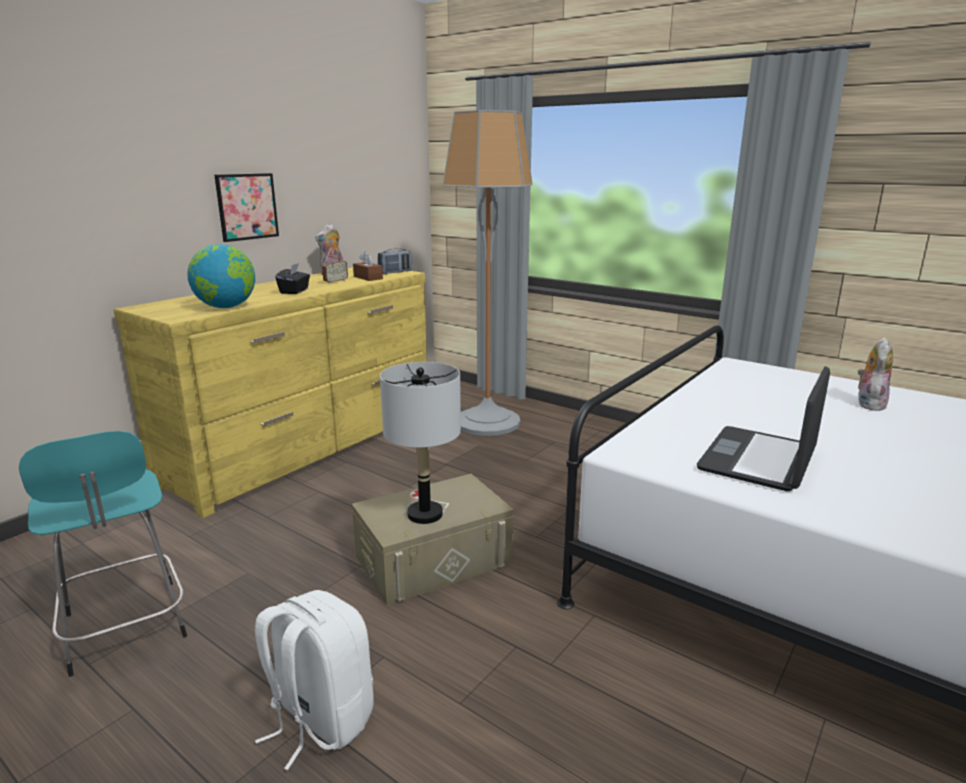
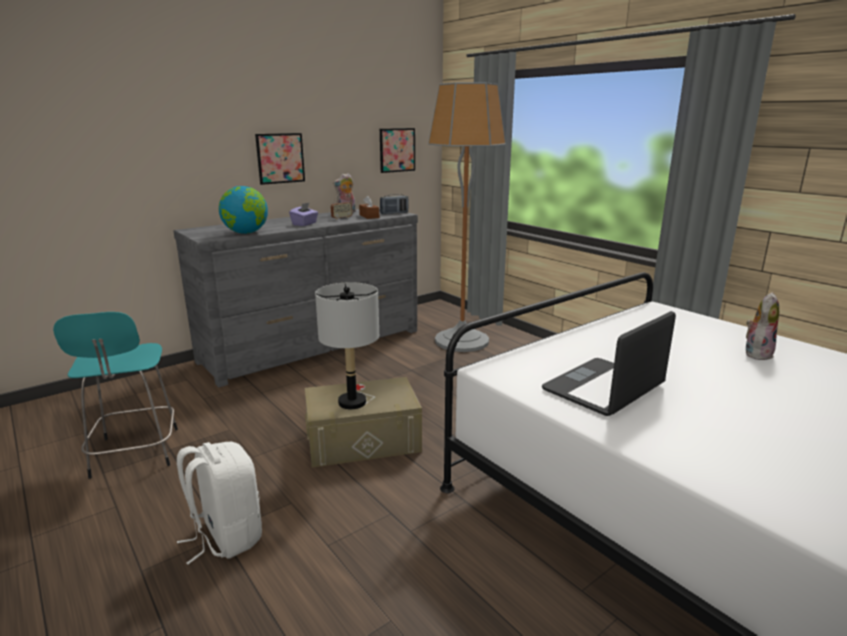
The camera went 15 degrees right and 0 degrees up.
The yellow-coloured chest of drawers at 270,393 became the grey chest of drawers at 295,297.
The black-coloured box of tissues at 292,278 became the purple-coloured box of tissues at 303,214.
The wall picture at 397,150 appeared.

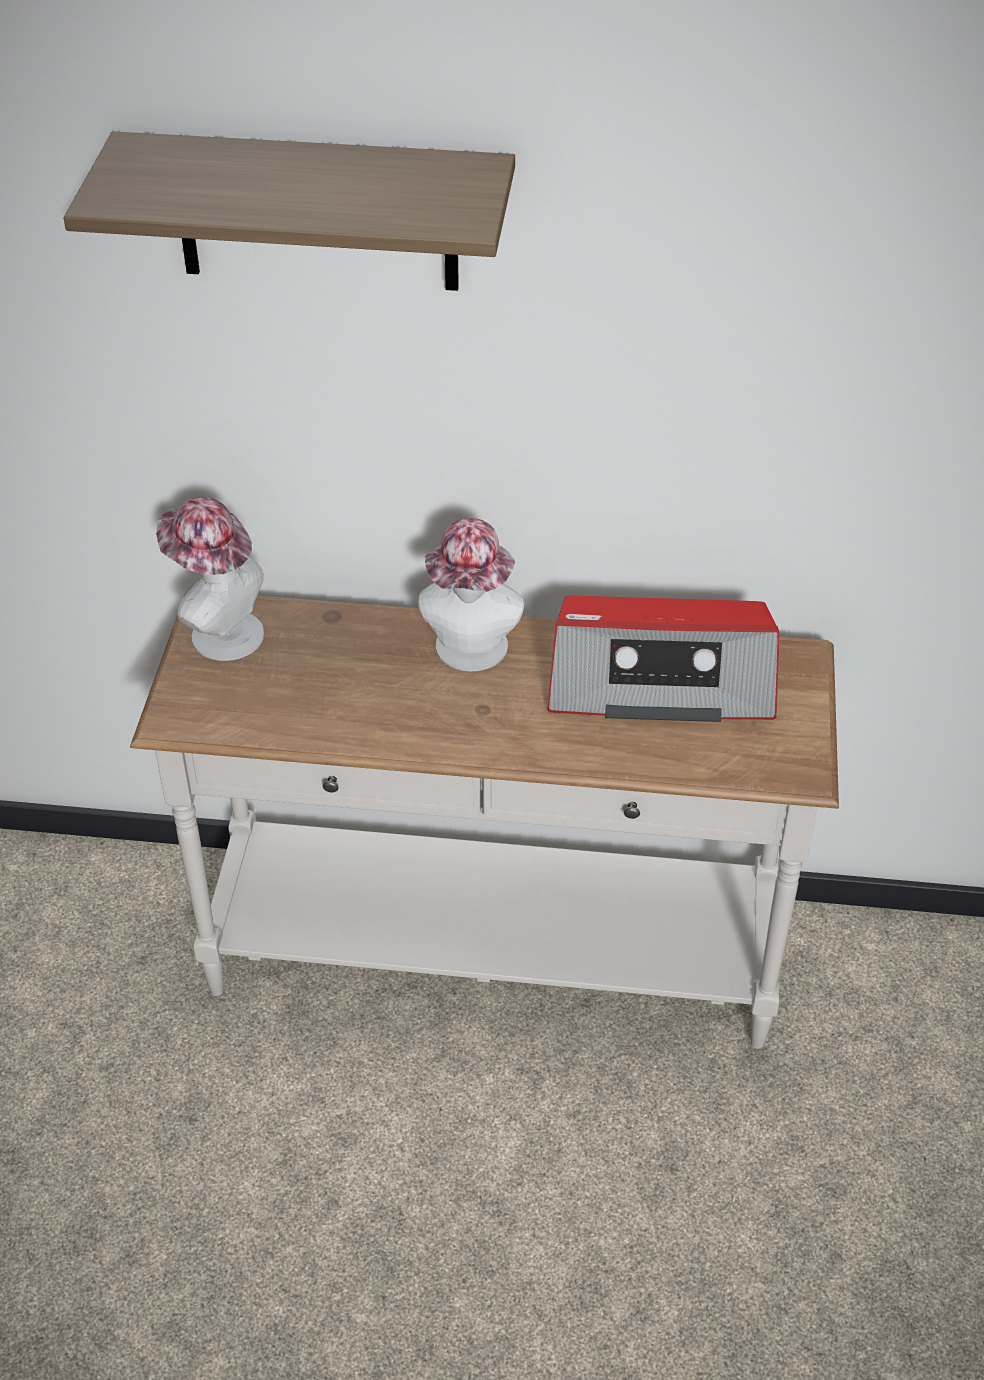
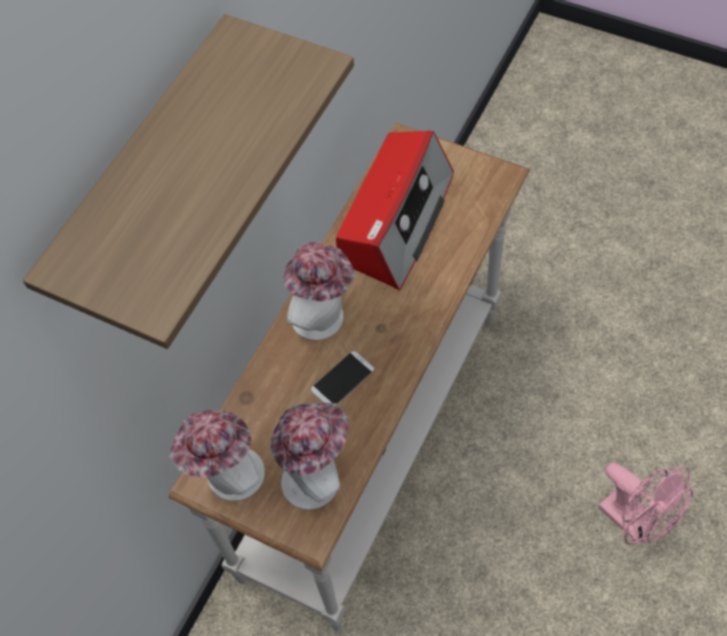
The camera went 65 degrees left and 15 degrees up.
The clothing hat at 309,456 appeared.
The phone at 342,377 appeared.
The pinkish cooling fan at 646,503 appeared.

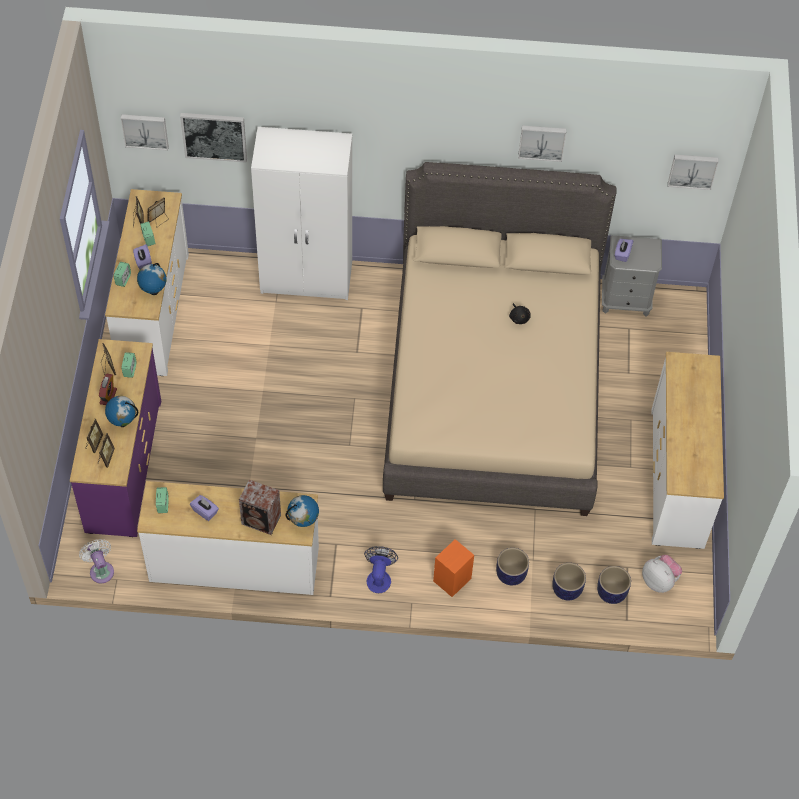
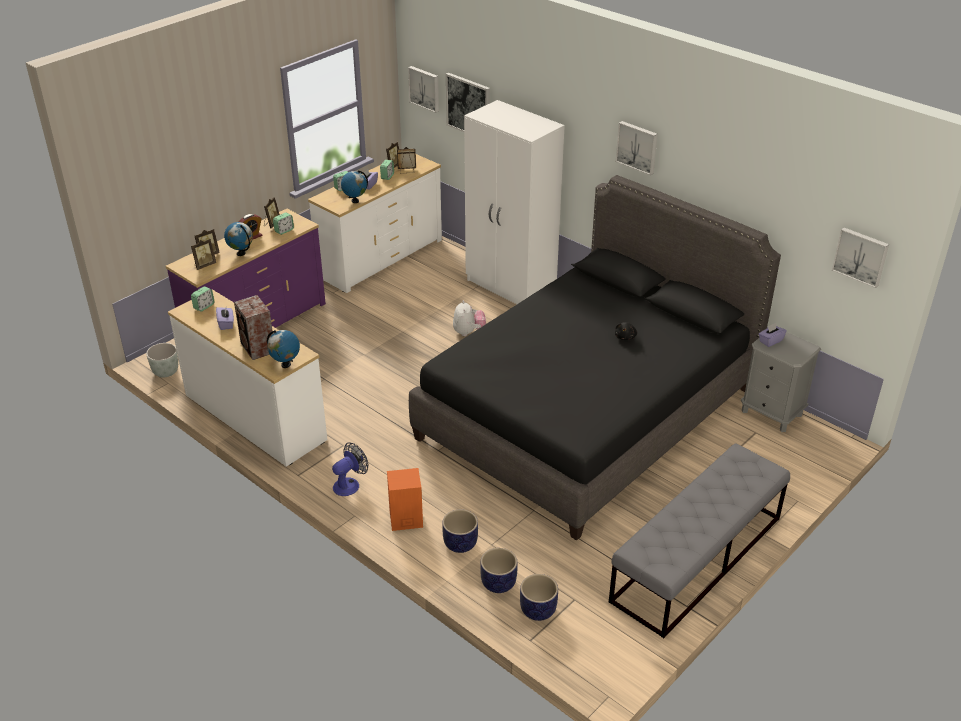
The camera went 40 degrees right and 20 degrees down.
The whitish cooling fan at 96,561 was replaced by the grey plant pot at 162,360.
The beige bedroom bed at 499,339 became the black-coloured bedroom bed at 595,358.
The wall picture moved from 542,143 to 637,148.
The soft toy moved from 662,574 to 469,318.
The whitish chest of drawers at 688,450 was replaced by the grey indoor bench at 699,540.

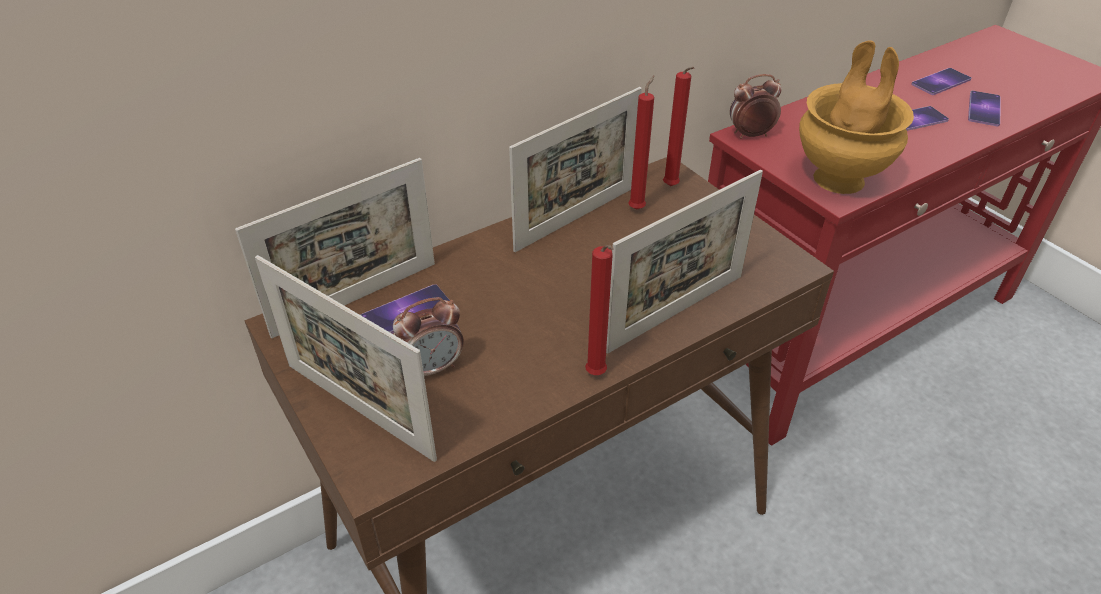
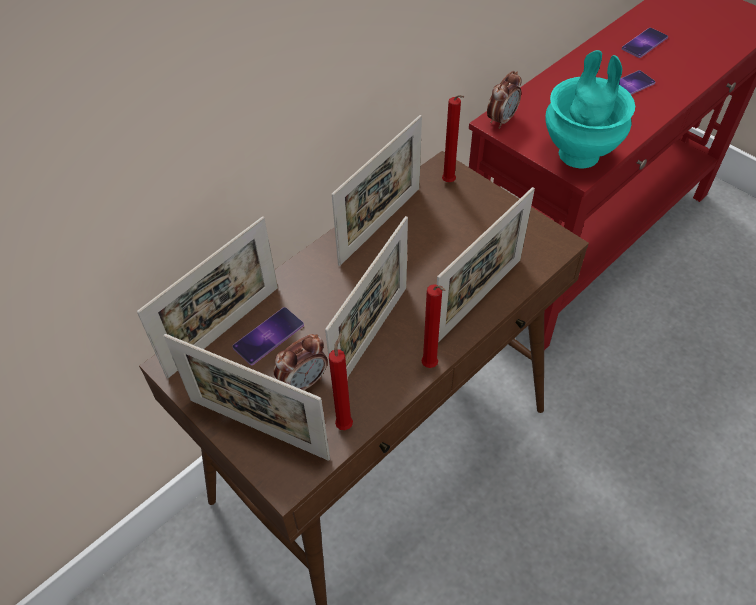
The camera went 10 degrees left and 10 degrees up.
The reddish wax light moved from 641,142 to 341,381.
The bedside clock at 756,106 turned 150 degrees clockwise.
The brown vase at 856,117 became the turquoise-coloured vase at 590,109.
The phone at 984,109 disappeared.
The standing frame at 366,302 appeared.

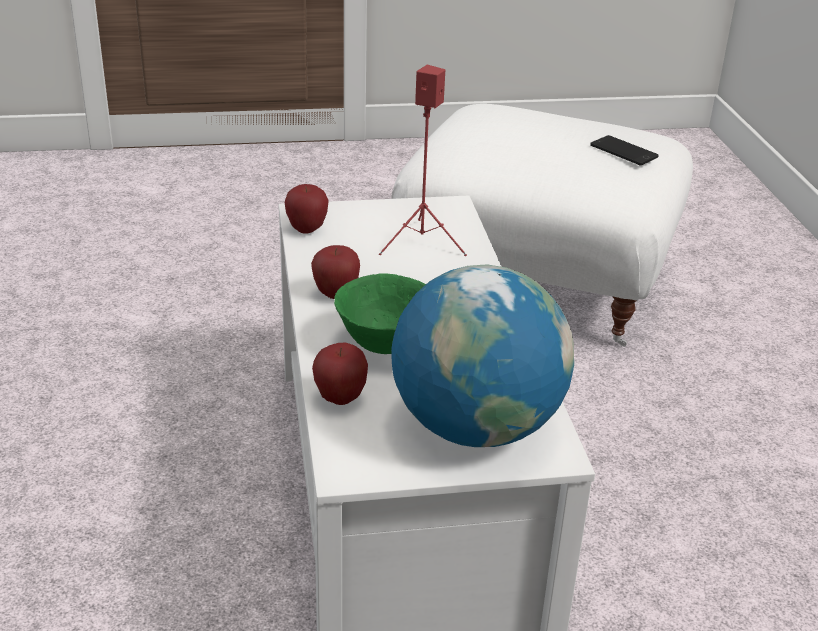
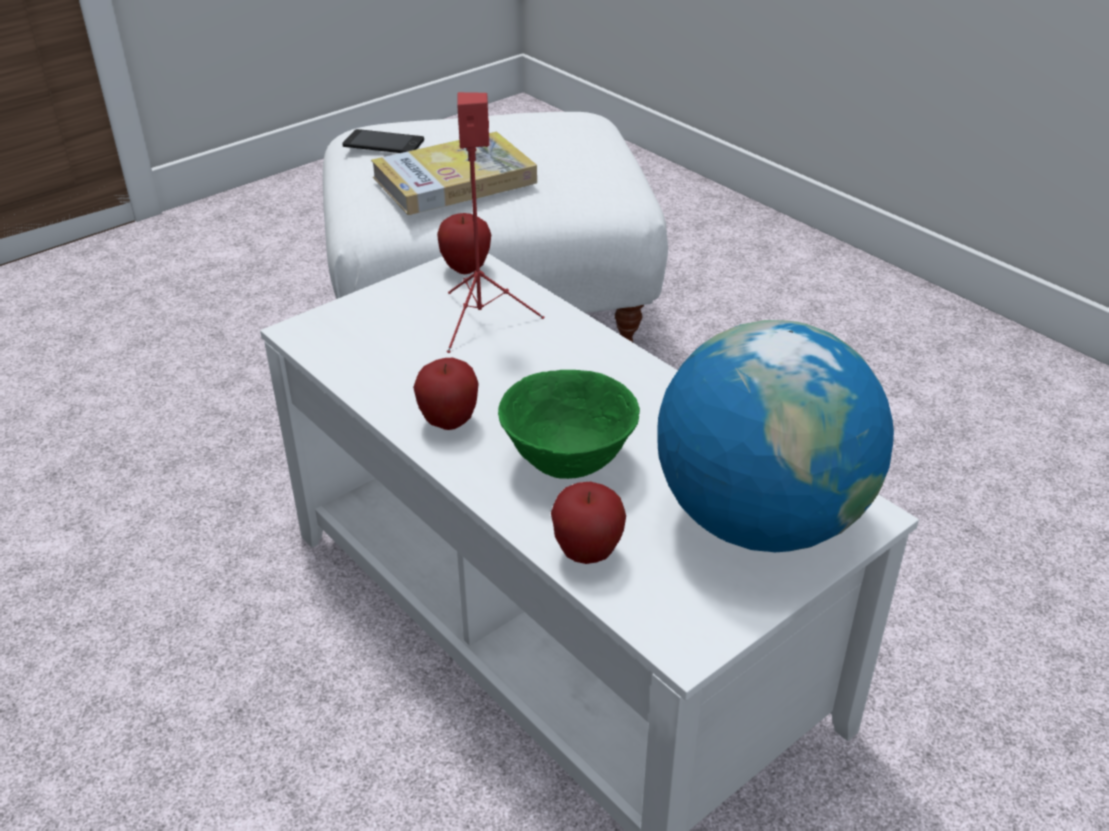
The camera went 30 degrees left and 5 degrees up.
The whole apple moved from 307,209 to 464,243.
The phone moved from 624,150 to 383,141.
The volume at 454,173 appeared.

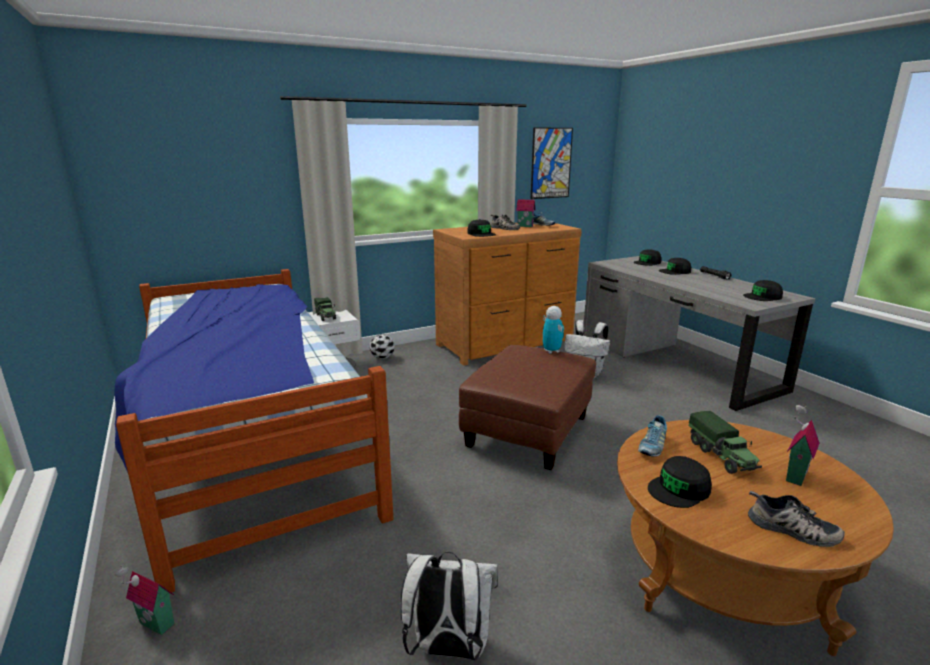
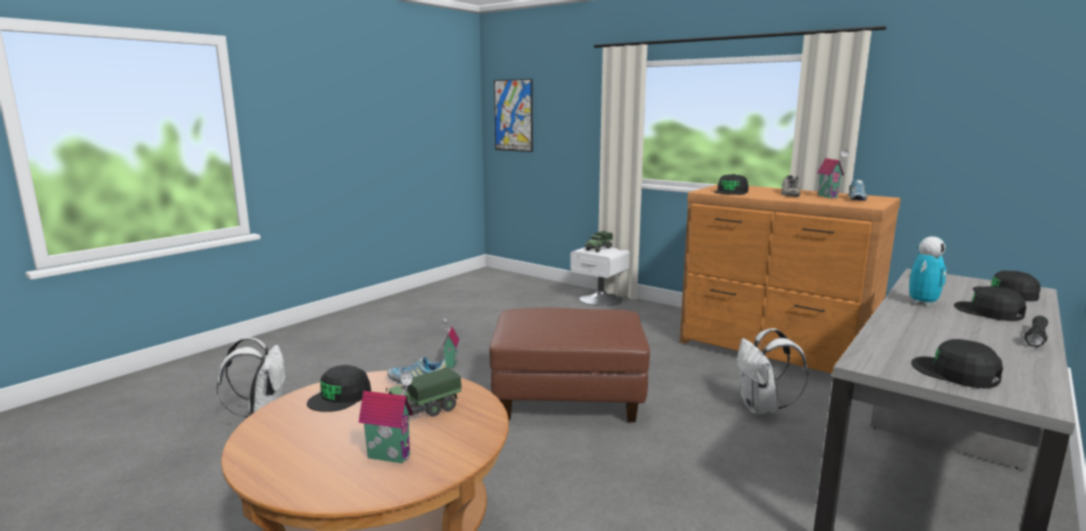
The camera went 65 degrees right and 5 degrees down.
The bedroom bed at 253,431 disappeared.
The model house moved from 144,600 to 450,343.
The football at 382,346 disappeared.
The wall picture moved from 552,163 to 513,115.
The toy robot moved from 553,330 to 927,271.
The black-coloured baseball cap at 680,482 turned 90 degrees counterclockwise.
The item of footwear at 796,519 disappeared.

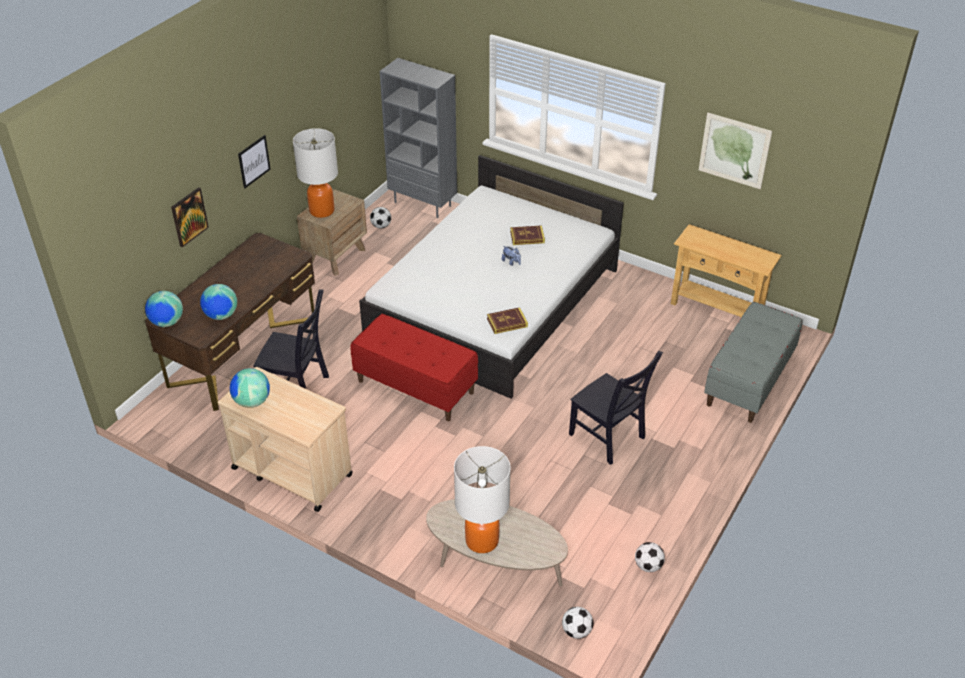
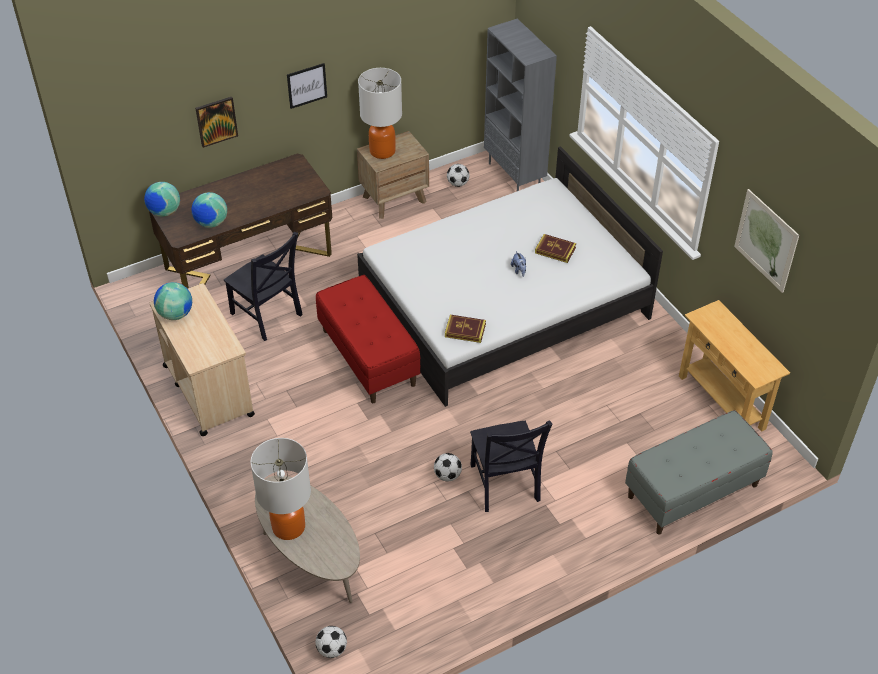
The camera went 30 degrees right and 5 degrees up.
The football moved from 650,557 to 448,467.

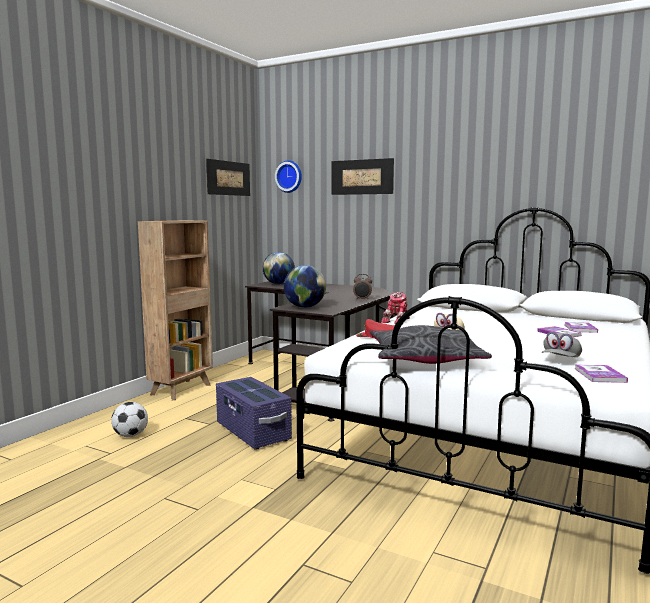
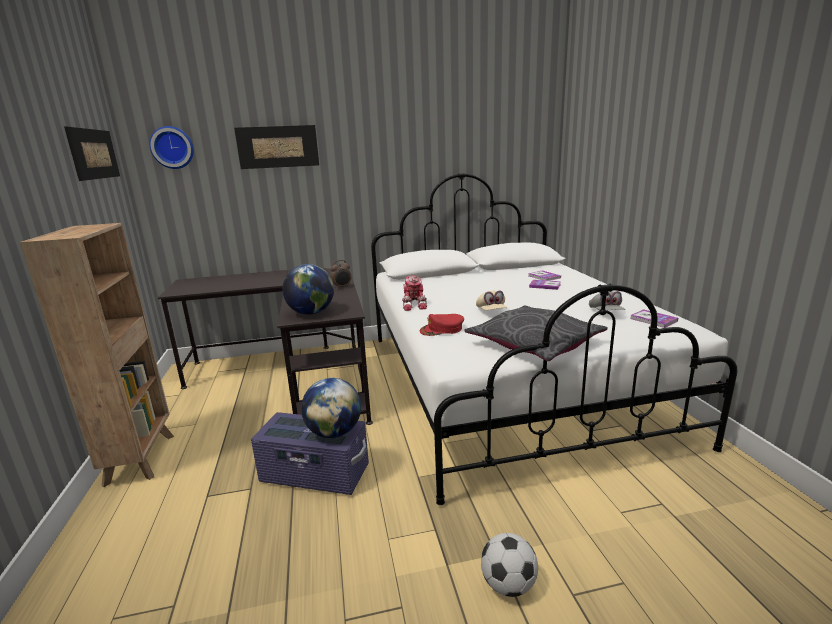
The camera went 40 degrees left and 10 degrees up.
The football moved from 129,419 to 509,565.
The world globe moved from 279,268 to 331,408.

